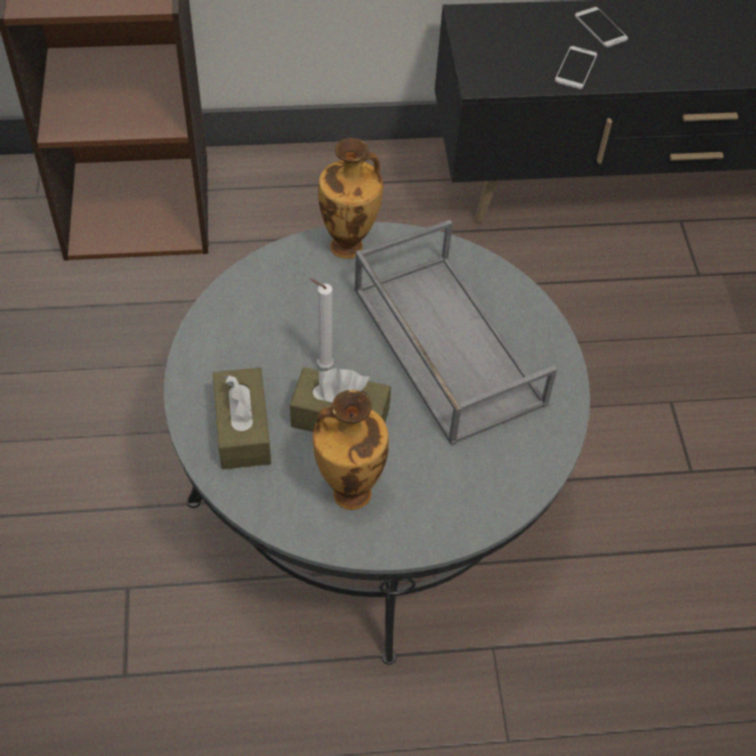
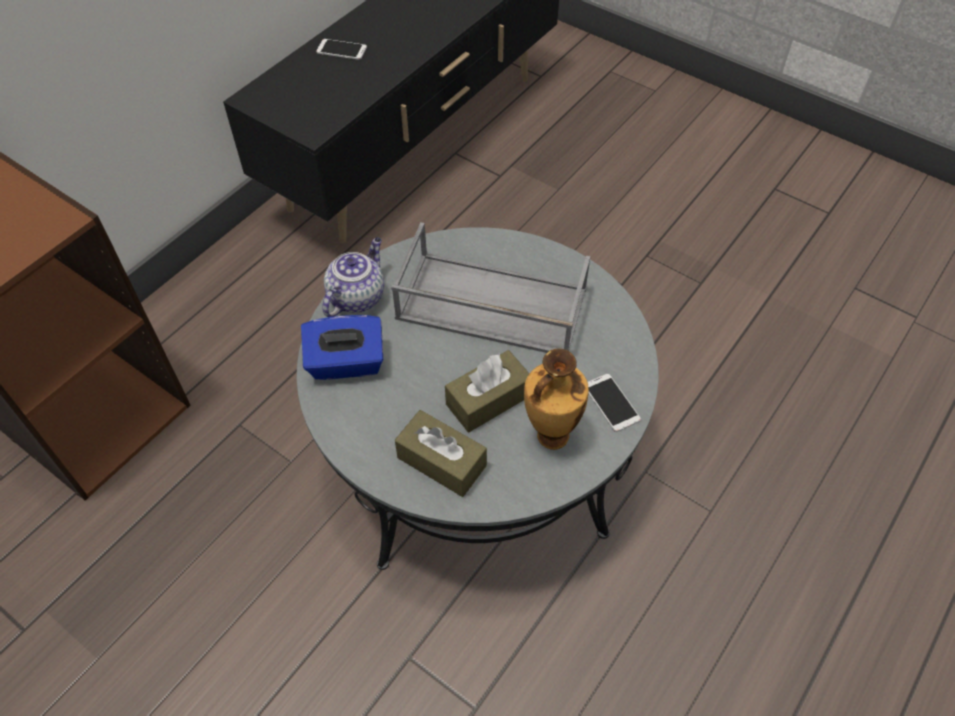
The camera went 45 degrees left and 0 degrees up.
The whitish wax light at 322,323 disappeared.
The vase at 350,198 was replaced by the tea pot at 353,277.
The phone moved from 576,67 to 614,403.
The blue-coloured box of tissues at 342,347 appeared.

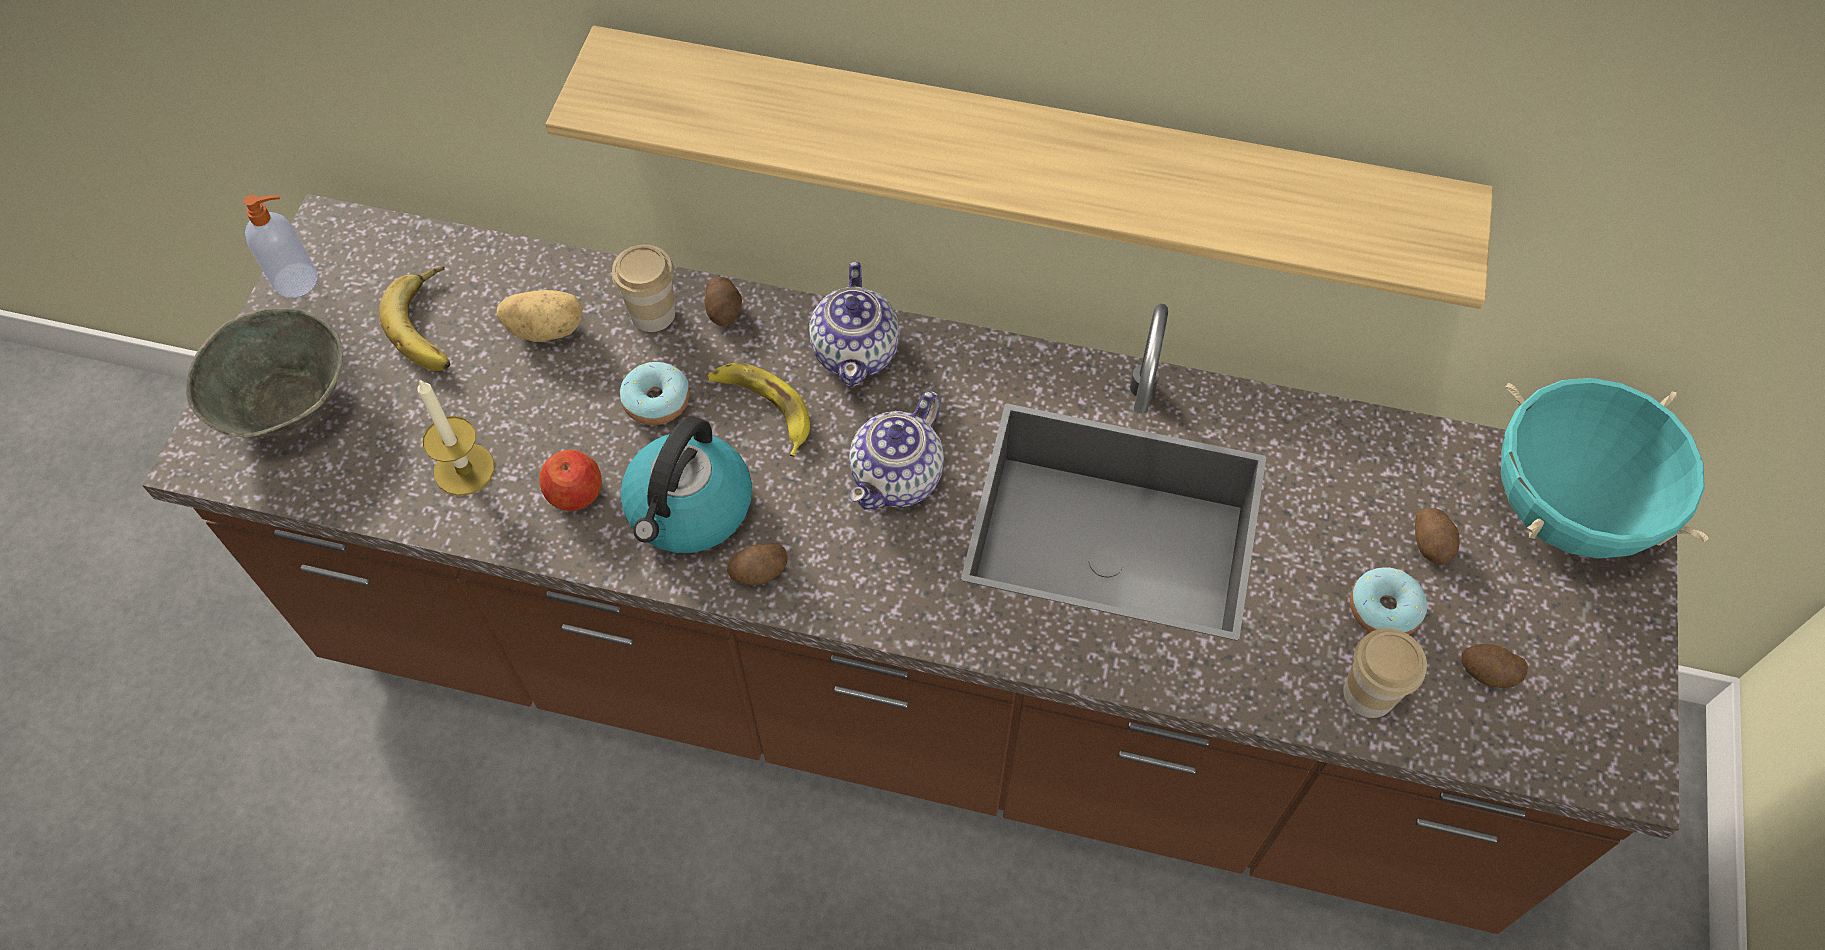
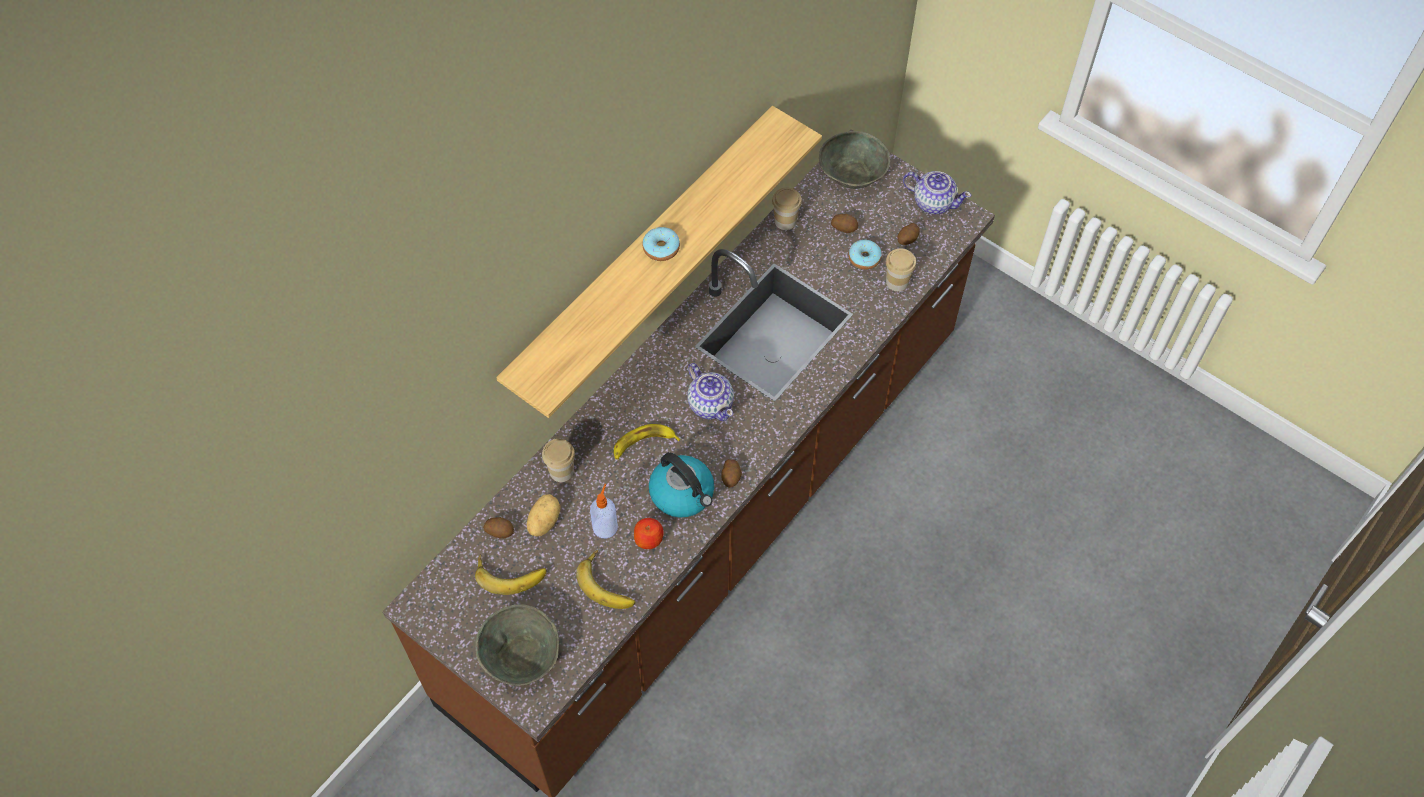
The camera went 65 degrees left and 0 degrees up.
The soap bottle moved from 280,246 to 604,511.
The wax light at 456,438 was replaced by the banana at 606,579.
The doughnut moved from 655,393 to 661,244.
The potato moved from 723,302 to 498,528.
The tea pot moved from 854,324 to 937,192.
The turquoise-coloured stockpot at 1605,468 was replaced by the grey deep dish at 854,160.
The drinking cup at 787,209 appeared.

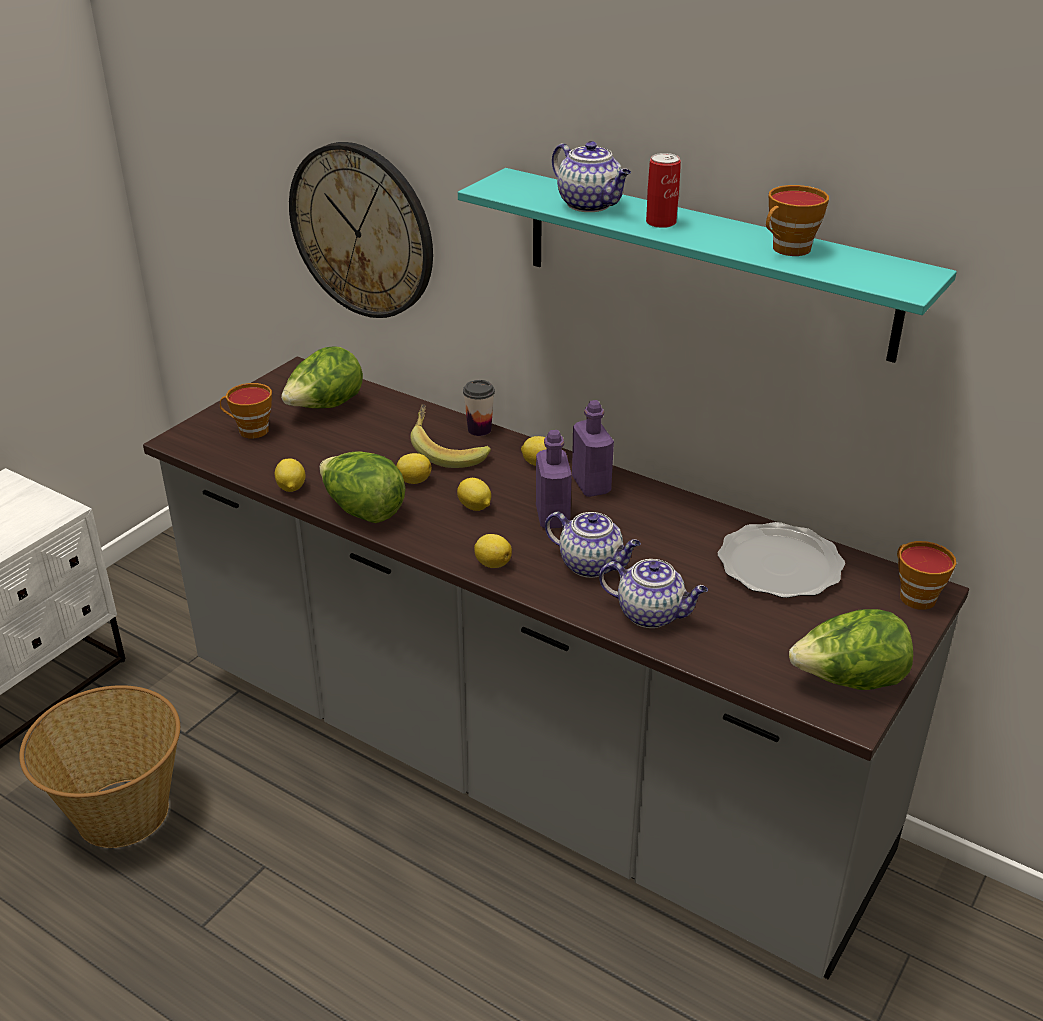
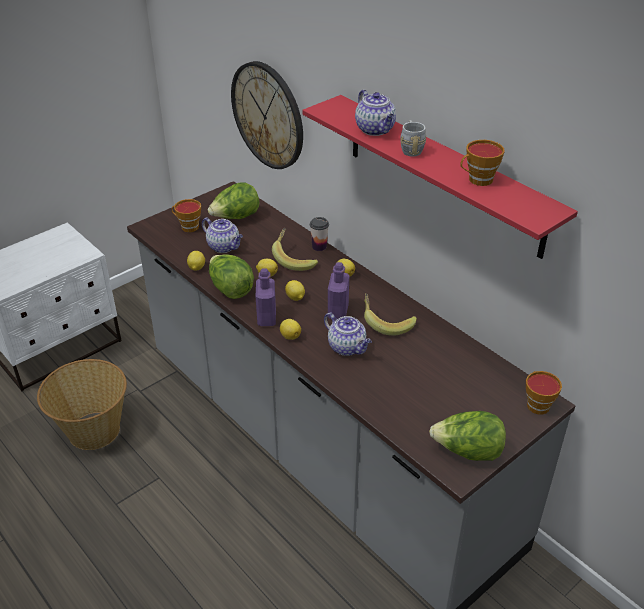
The camera went 15 degrees right and 5 degrees up.
The turquoise-coloured shelf at 707,265 became the reddish shelf at 440,177.
The purple-coloured beverage bottle moved from 593,448 to 266,297.
The tea pot moved from 653,593 to 222,235.
The can at 663,190 was replaced by the grey mug at 413,138.
The flat dish at 781,560 disappeared.
The banana at 390,314 appeared.

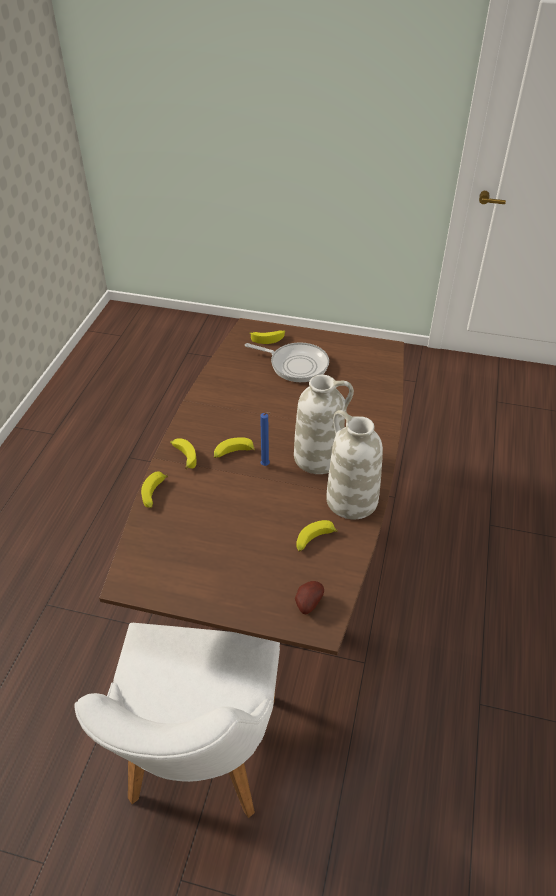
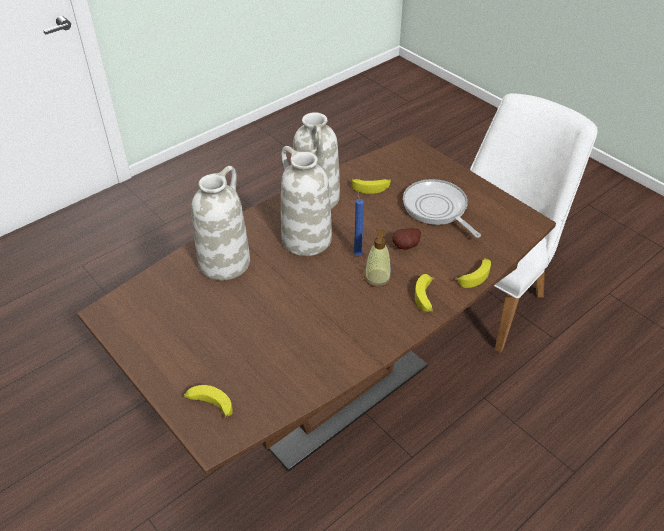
The camera went 145 degrees left and 0 degrees up.
The banana at 235,447 was replaced by the soap bottle at 377,258.
The skillet moved from 287,362 to 442,208.
The potato moved from 309,597 to 406,239.
The whitish vase at 220,223 appeared.

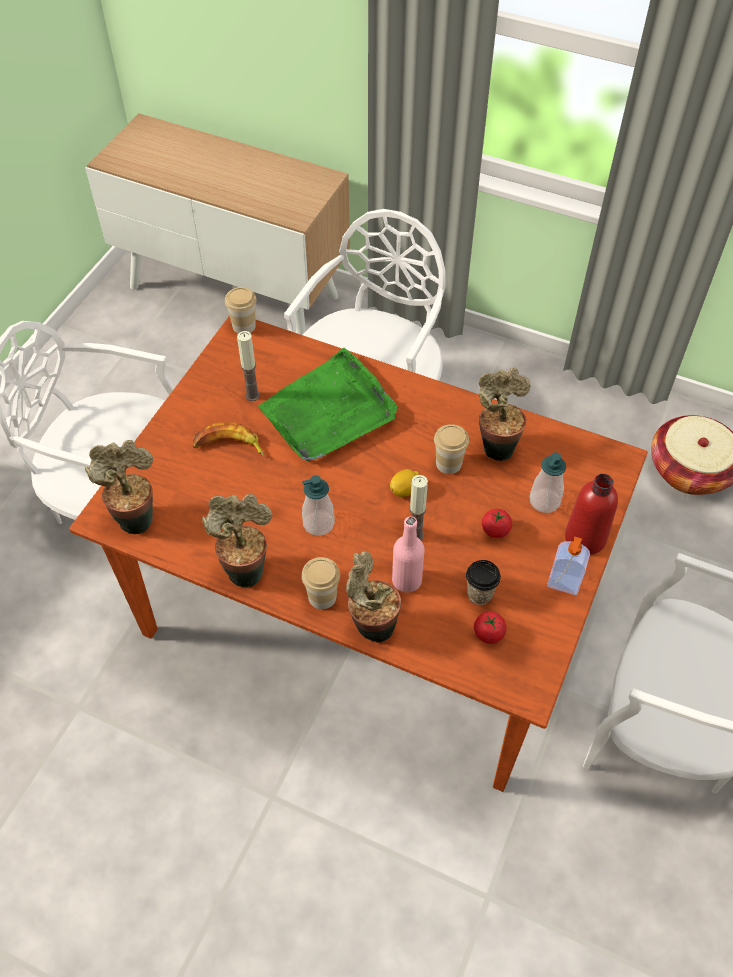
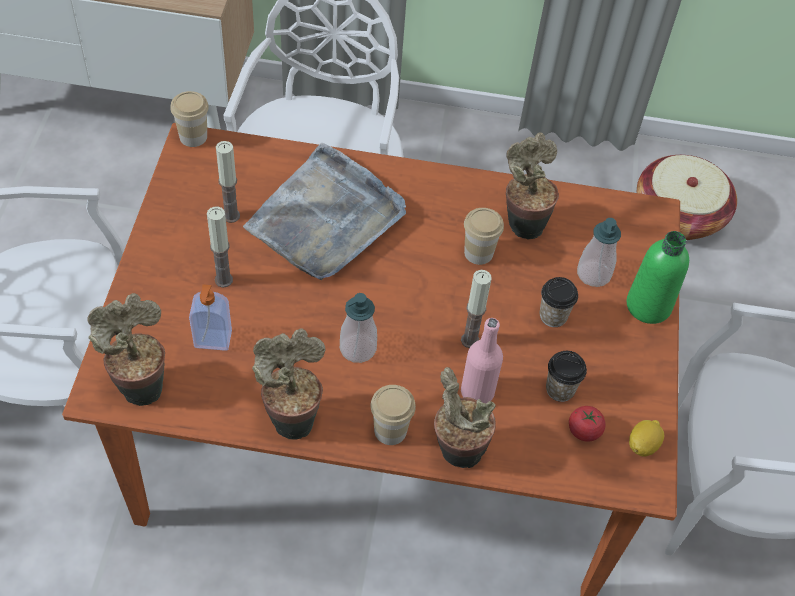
The camera went 20 degrees left and 0 degrees up.
The banana at 229,439 was replaced by the wax light at 220,246.
The green-coloured tray at 327,405 became the grey tray at 324,211.
The lemon moved from 404,483 to 646,438.
The whole tomato at 497,523 was replaced by the drinking cup at 559,302.
The soap bottle moved from 568,565 to 210,317.
The reddish beverage bottle at 591,514 became the green-coloured beverage bottle at 658,277.

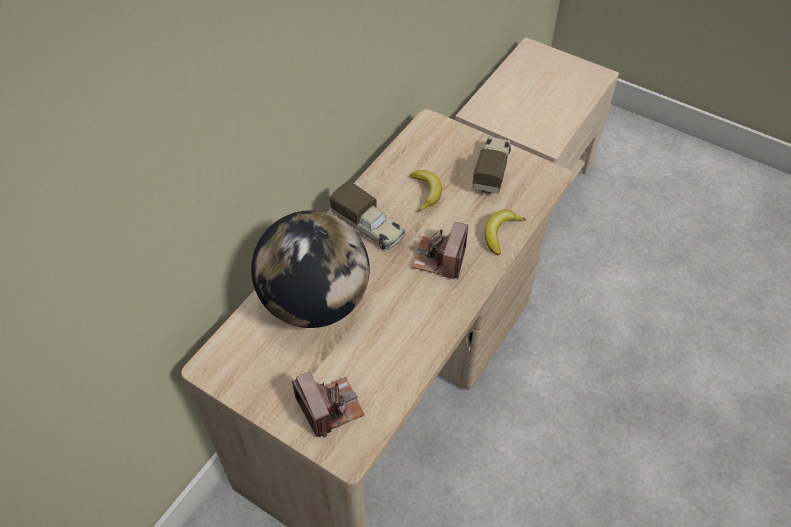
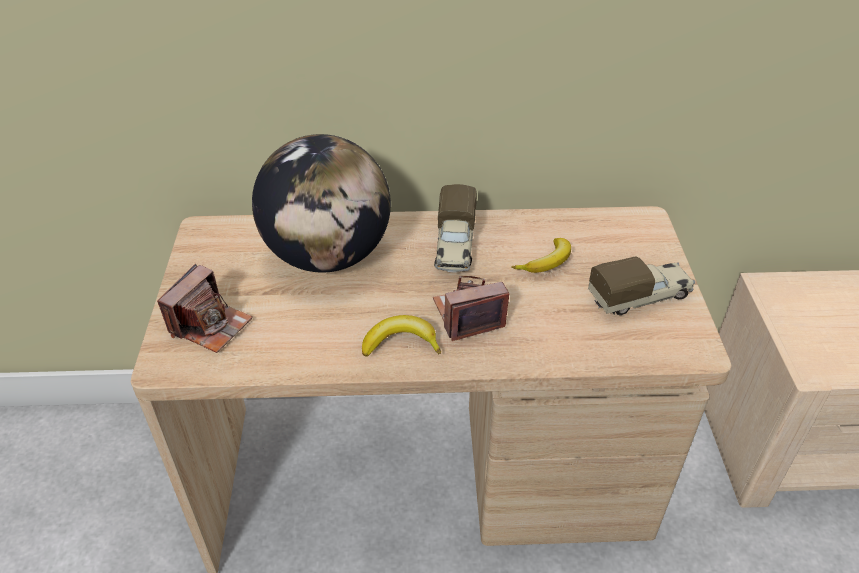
The camera went 55 degrees right and 10 degrees down.
The banana moved from 505,232 to 401,336.

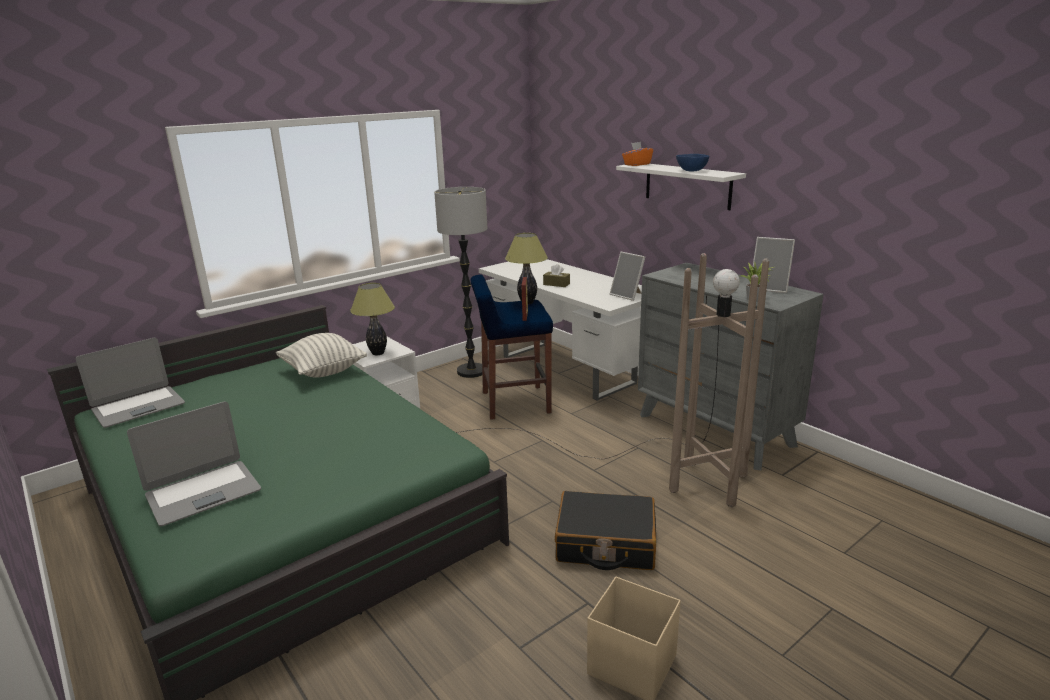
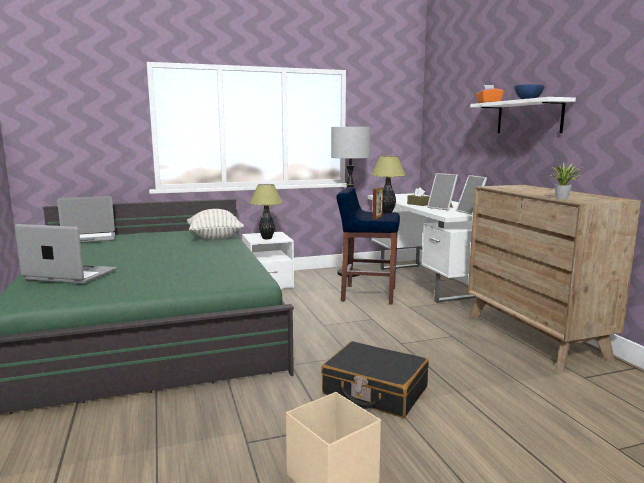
The camera went 20 degrees right and 10 degrees down.
The laptop at 194,463 turned 150 degrees counterclockwise.
The brown standing lamp at 612,380 disappeared.
The grey chest of drawers at 731,366 became the brown chest of drawers at 554,278.
The standing frame moved from 774,265 to 442,192.

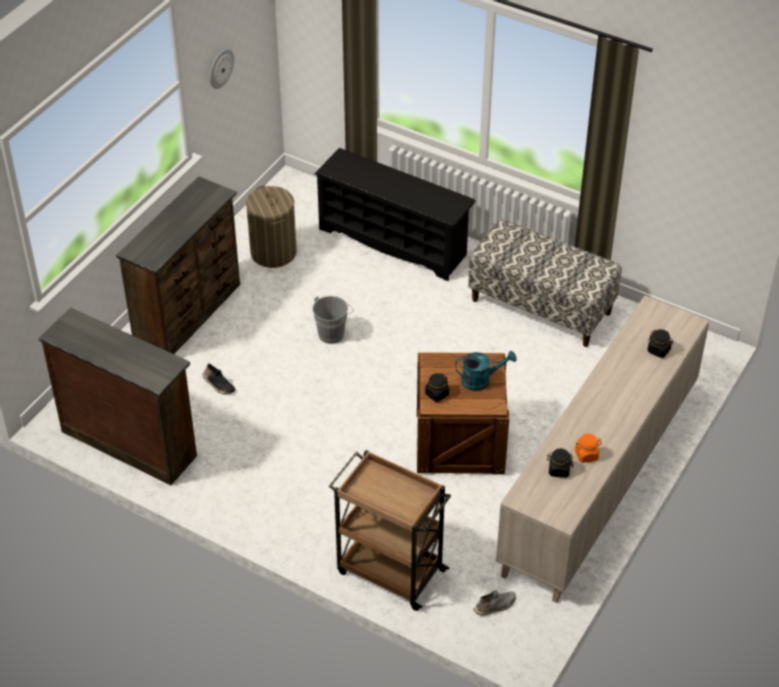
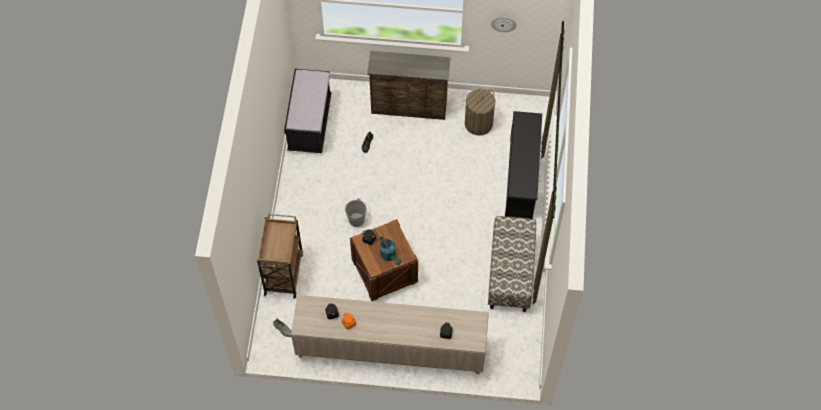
The camera went 65 degrees right and 15 degrees up.
The brown chest of drawers at 117,396 was replaced by the black-coloured indoor bench at 307,111.
The grey bucket moved from 333,320 to 357,212.

